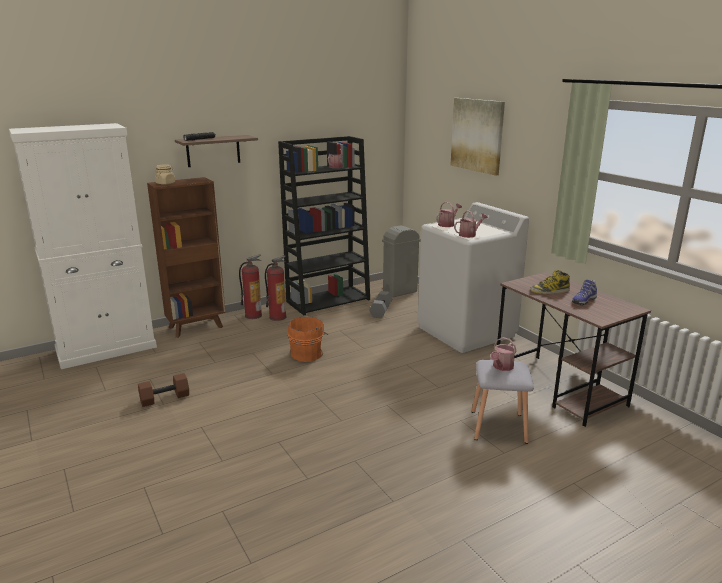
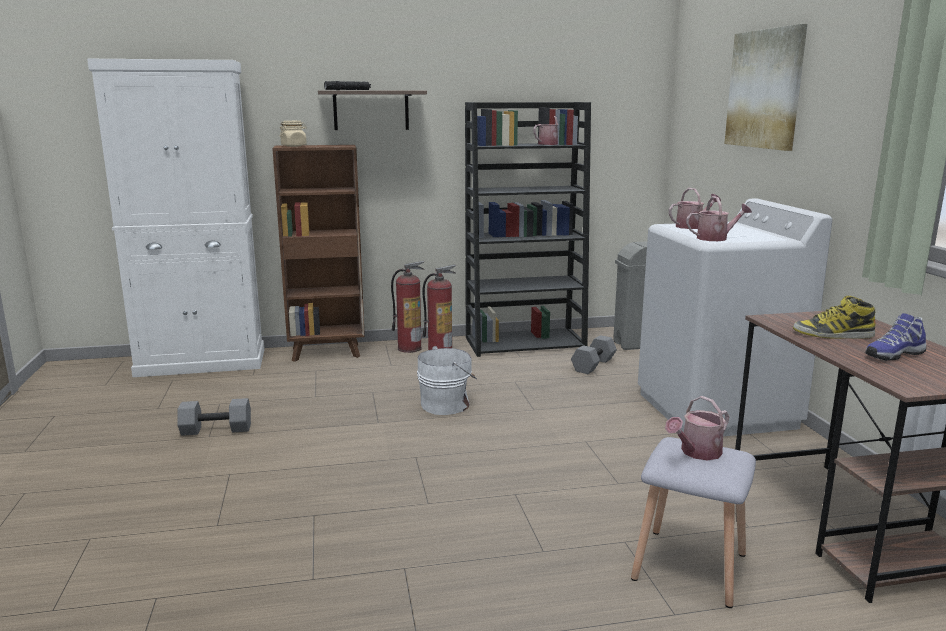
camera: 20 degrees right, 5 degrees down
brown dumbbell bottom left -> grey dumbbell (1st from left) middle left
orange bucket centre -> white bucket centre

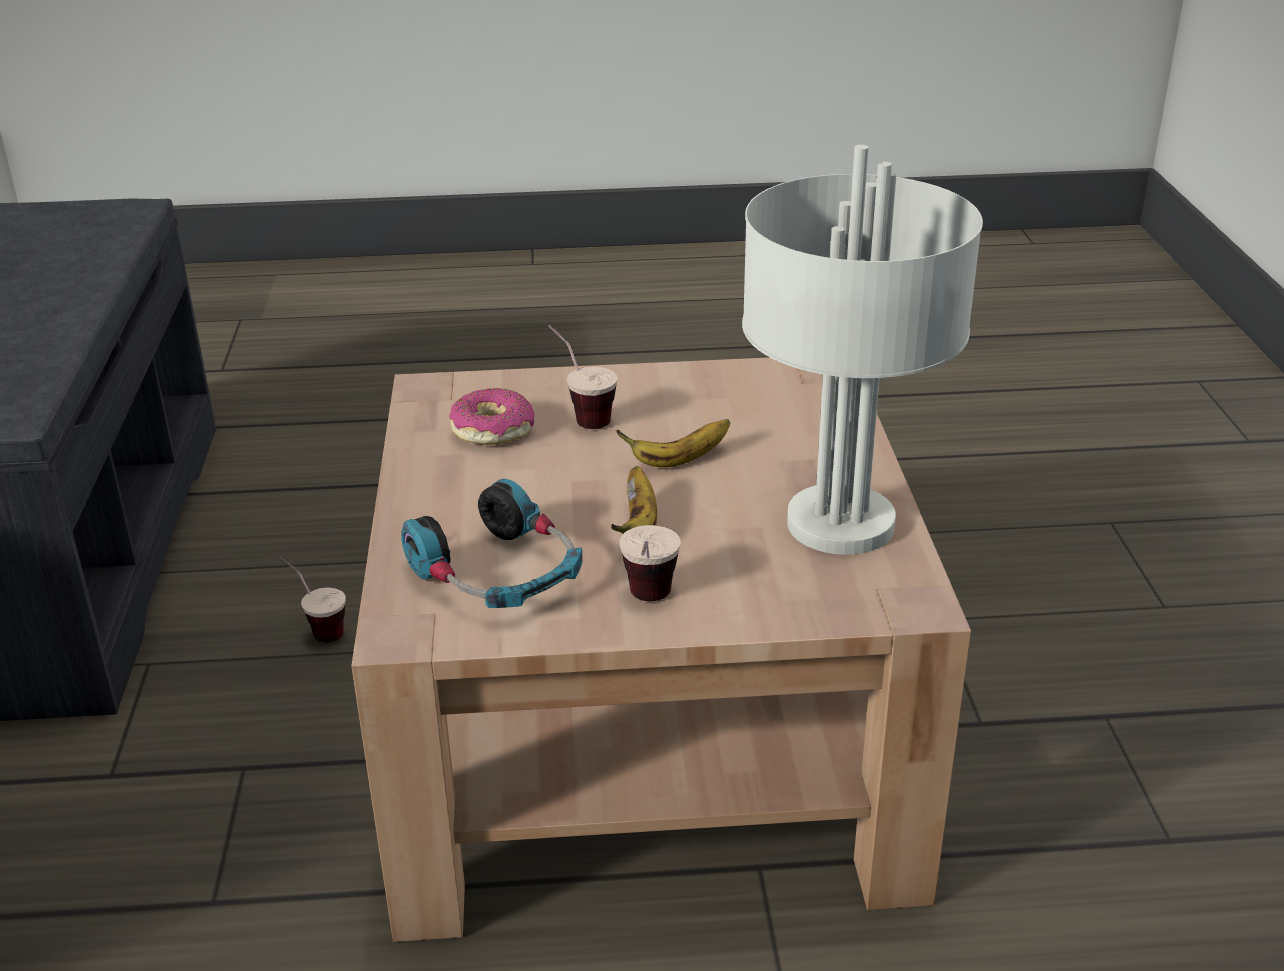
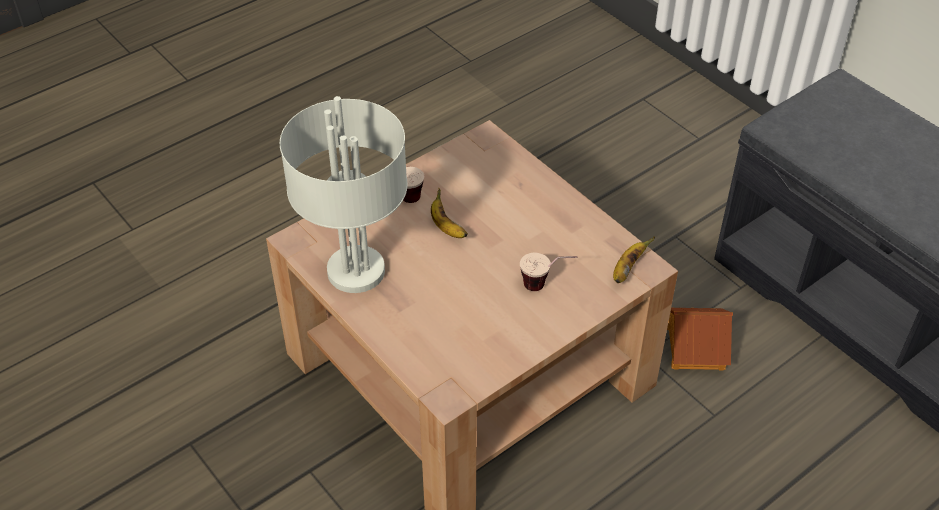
camera: 145 degrees right, 15 degrees up
cup (1st from left) middle left -> toy house middle right
headphones centre -> none
donut centre -> none
banana (2nd from left) centre -> banana (2nd from left) middle right, move

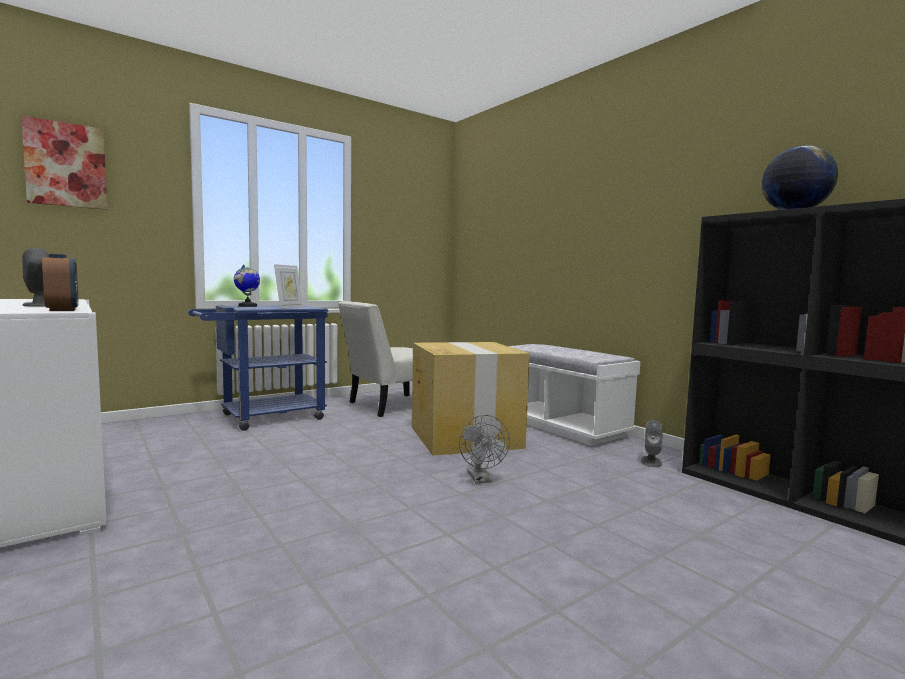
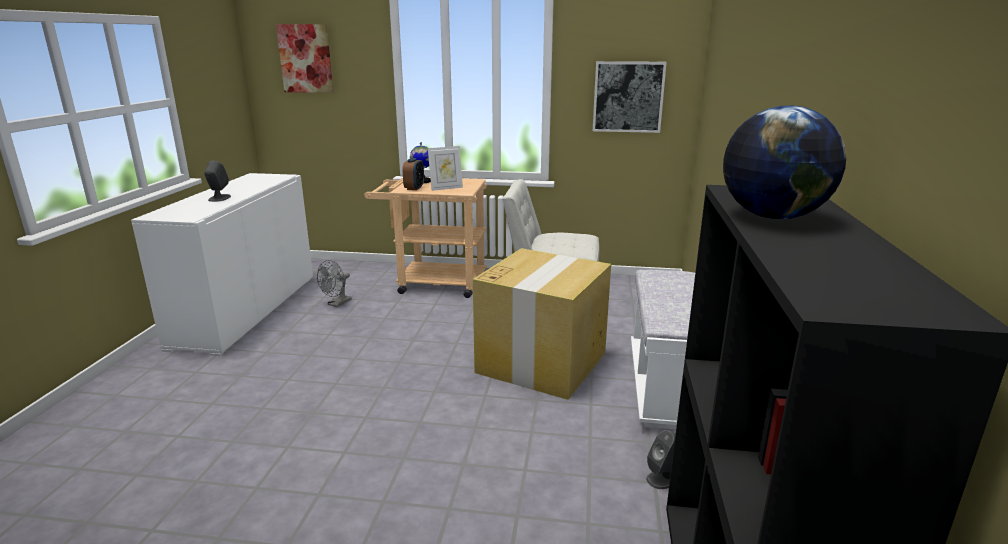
camera: 45 degrees right, 15 degrees up
alarm clock middle left -> alarm clock top centre, move
blue cart middle left -> beige cart centre
grey fan centre -> grey fan middle left, move
none -> picture (2nd from left) top centre

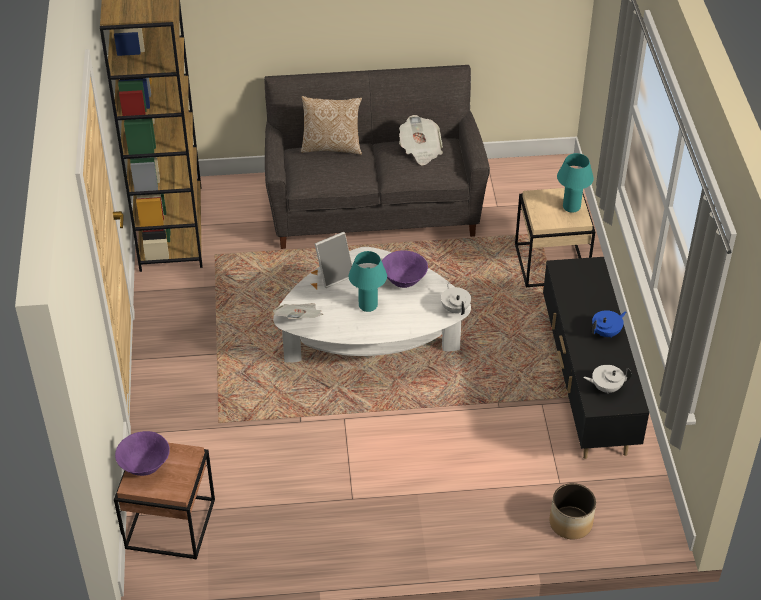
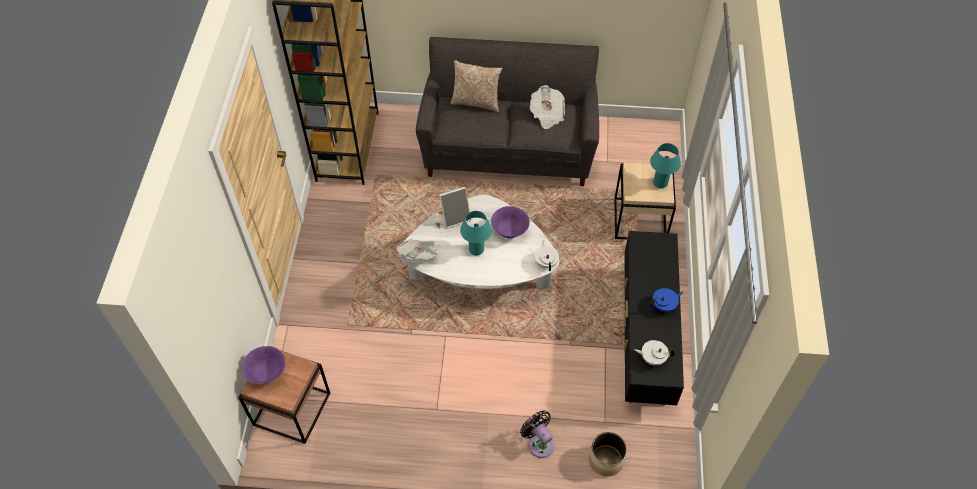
camera: 10 degrees right, 10 degrees up
none -> black fan bottom centre

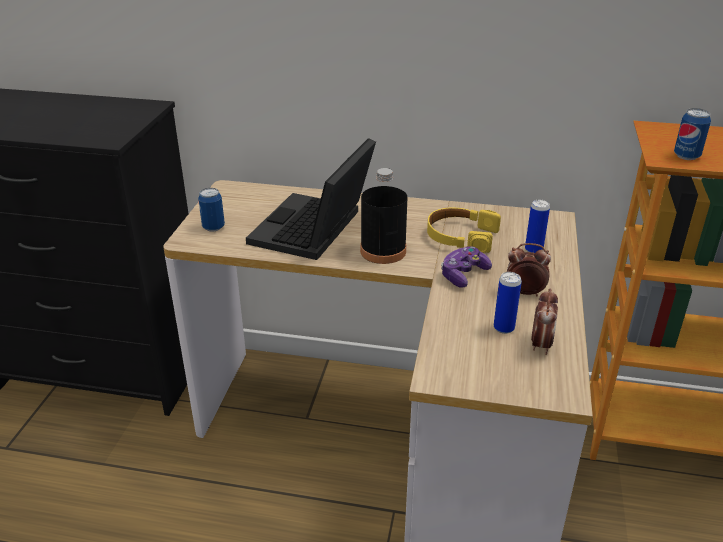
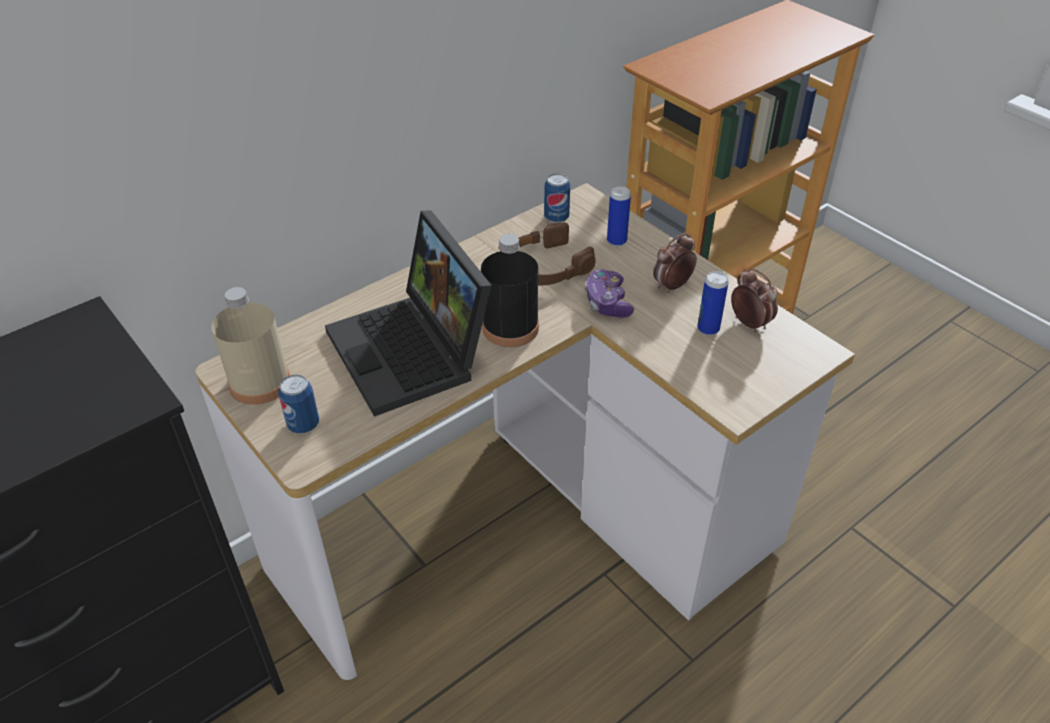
camera: 50 degrees left, 10 degrees up
yellow headphones centre -> brown headphones centre
can (4th from left in the first image) top right -> can (2nd from left) top centre, move
none -> beige bottle middle left

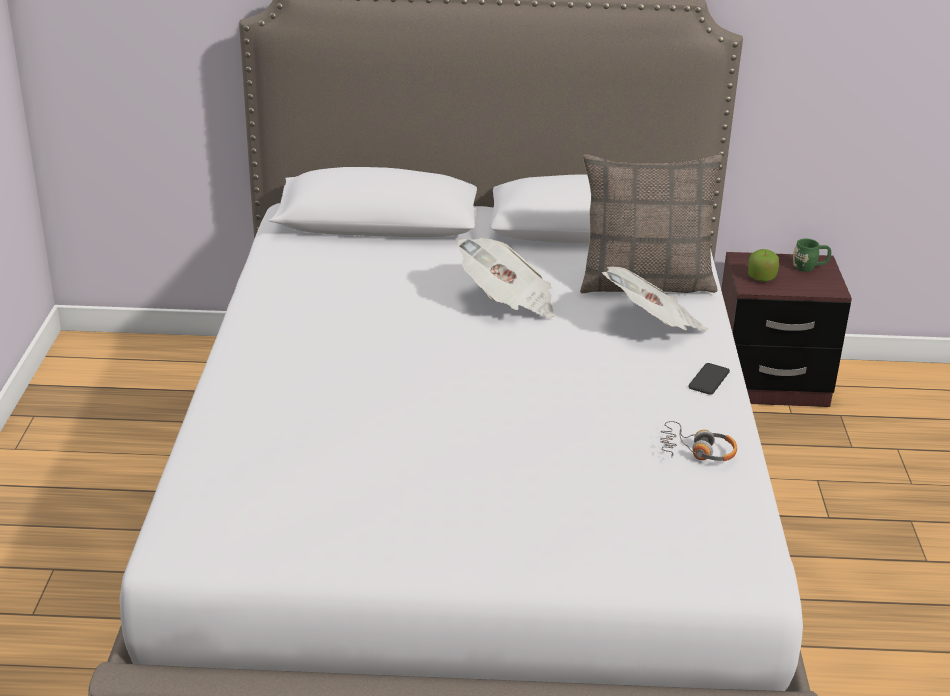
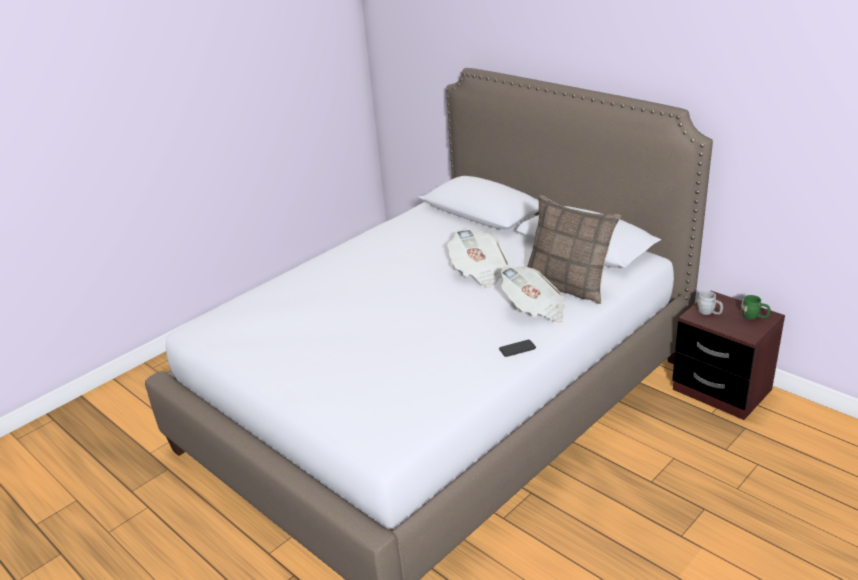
camera: 45 degrees right, 0 degrees up
headphones middle right -> none
apple middle right -> grey mug middle right

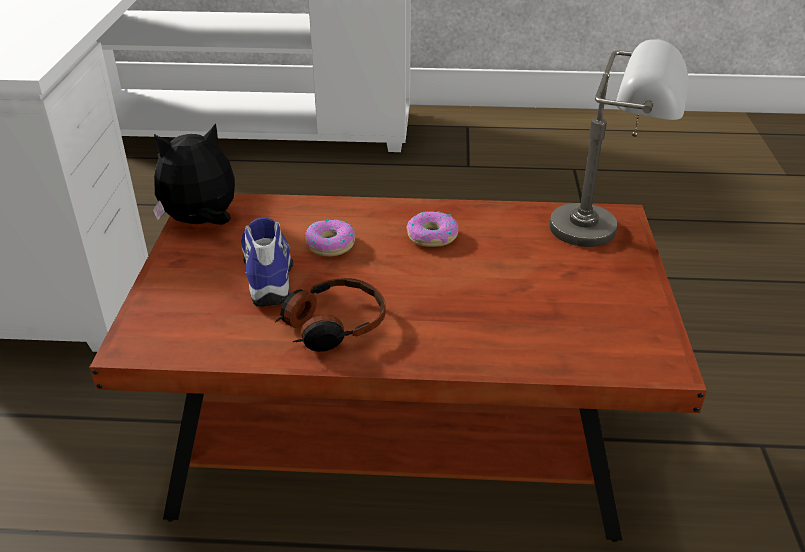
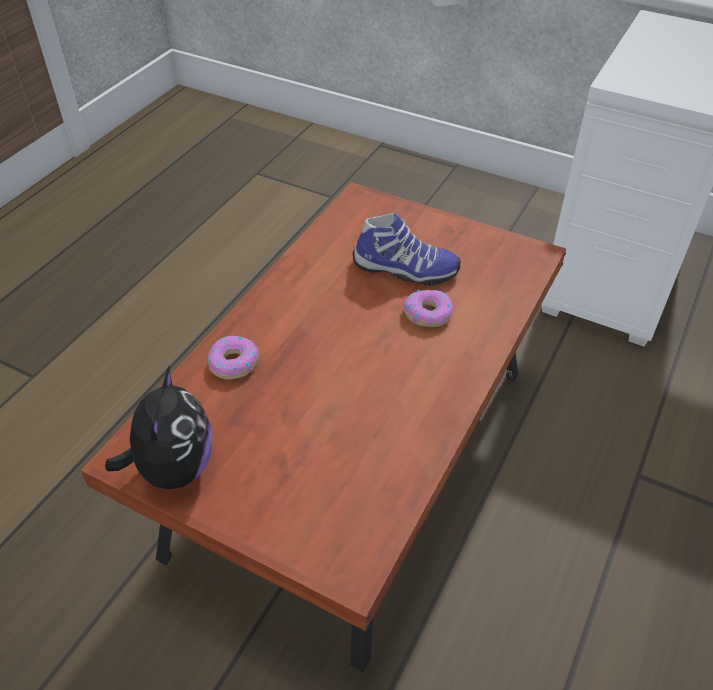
camera: 115 degrees right, 10 degrees up
plush toy top left -> plush toy middle left, move
headphones centre -> none
donut (2nd from left in the first image) centre -> donut (1st from left) middle left, move
grey table lamp top right -> none

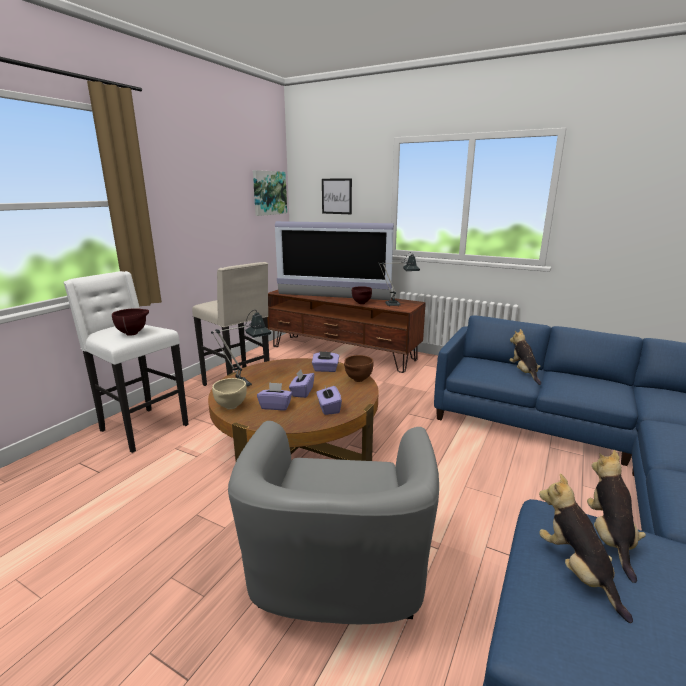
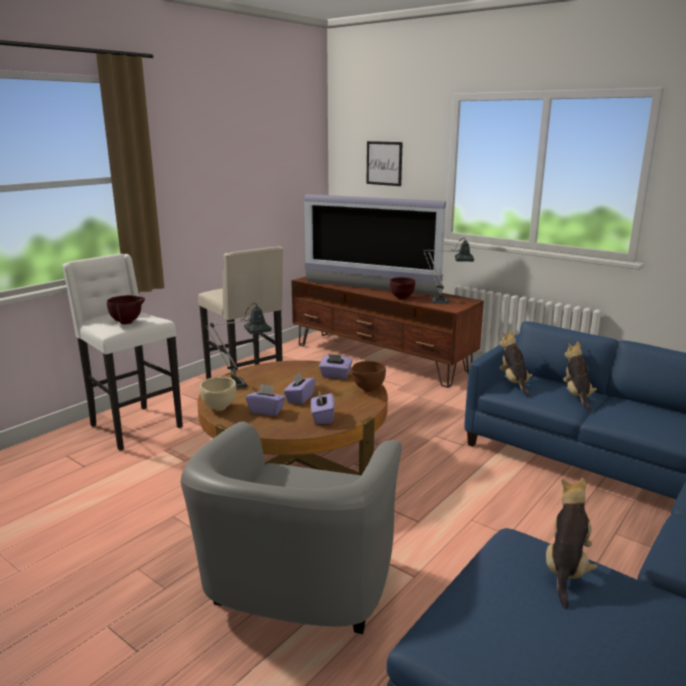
camera: 10 degrees right, 0 degrees up
picture (1st from left) top centre -> none
plush toy (2nd from left in the first image) bottom right -> plush toy (1st from left) middle right, move

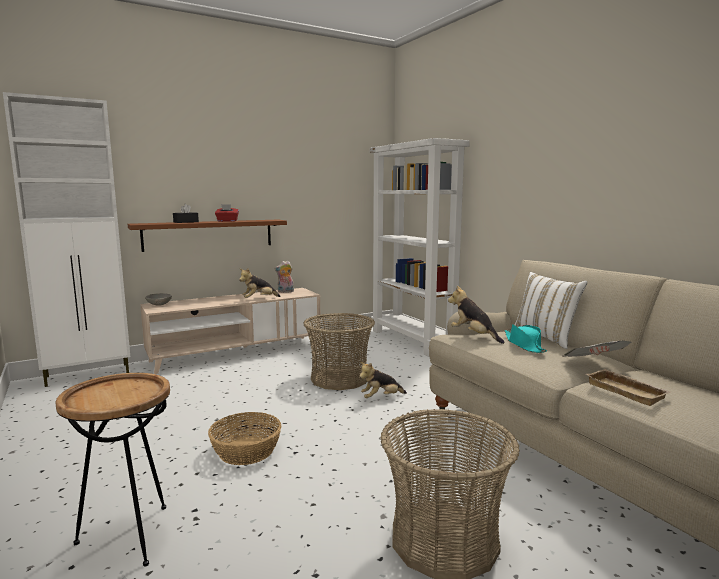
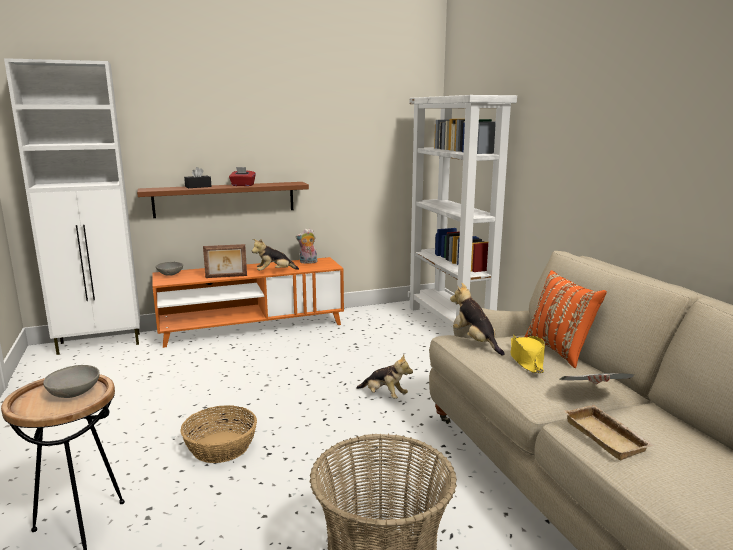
camera: 10 degrees right, 5 degrees up
beige tv stand middle left -> orange tv stand centre
basket (2nd from left) centre -> none
plush toy (3rd from left) centre -> plush toy (3rd from left) bottom centre, 135 degrees counterclockwise
turquoise hat middle right -> yellow hat middle right
white pillow middle right -> orange pillow middle right
none -> grey bowl (1st from left) bottom left
none -> picture frame middle left

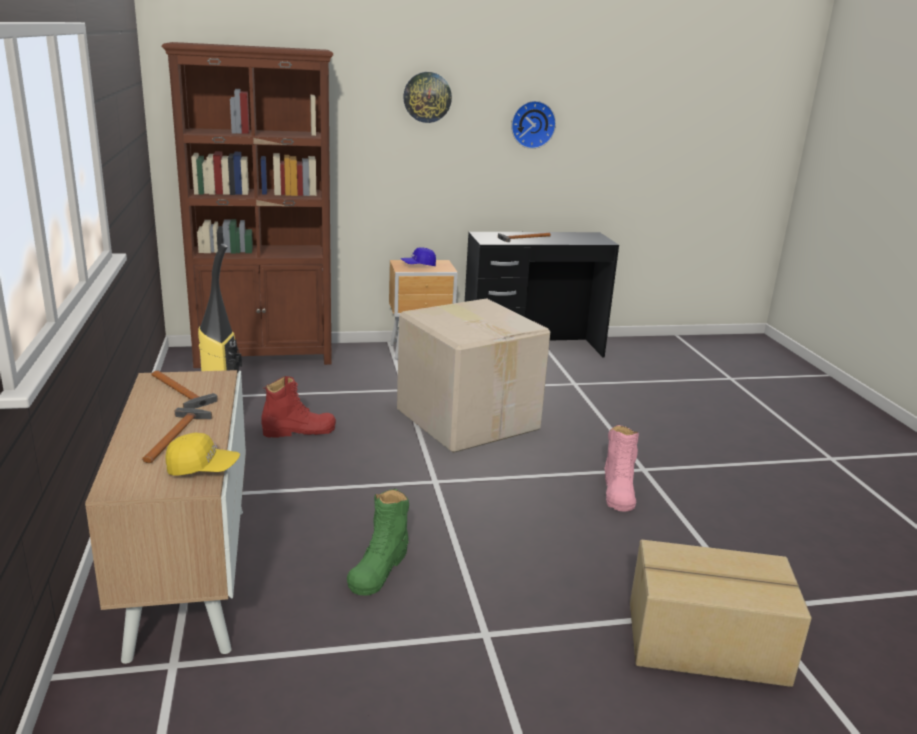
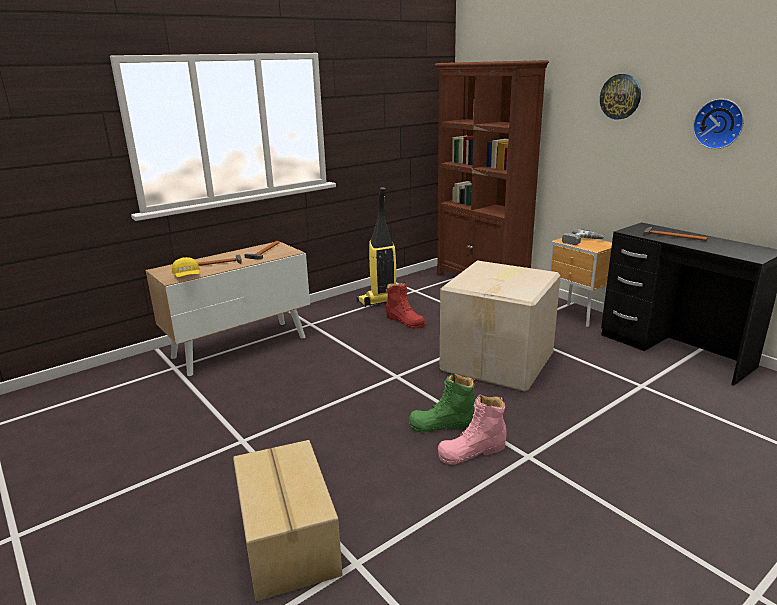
camera: 65 degrees right, 0 degrees up
green boot bottom centre -> green boot centre, move
blue cap centre -> power drill middle right

